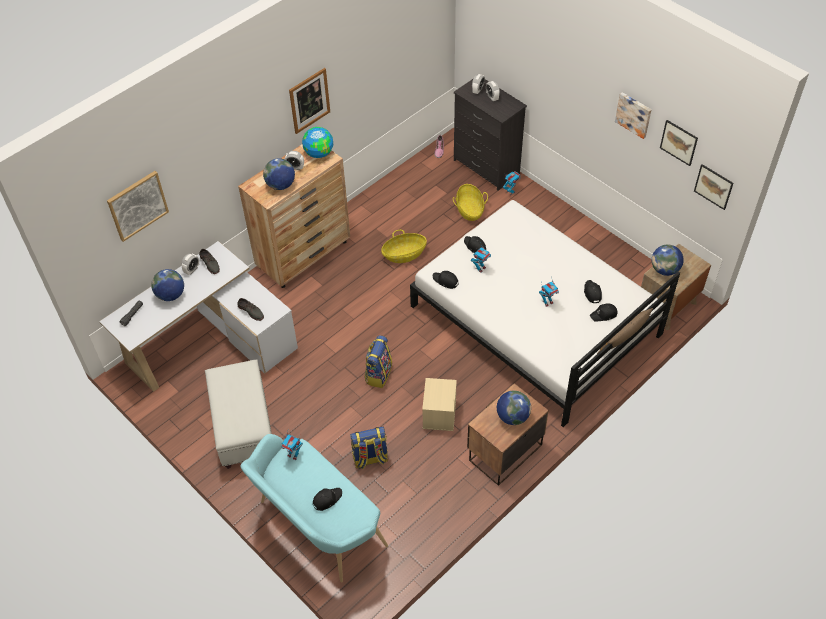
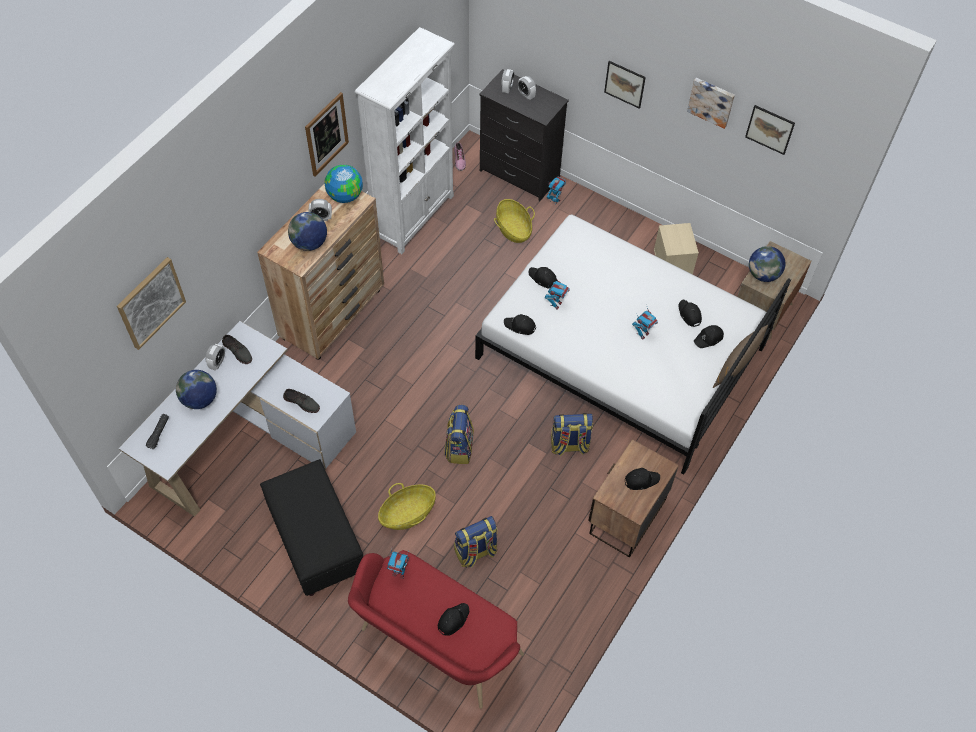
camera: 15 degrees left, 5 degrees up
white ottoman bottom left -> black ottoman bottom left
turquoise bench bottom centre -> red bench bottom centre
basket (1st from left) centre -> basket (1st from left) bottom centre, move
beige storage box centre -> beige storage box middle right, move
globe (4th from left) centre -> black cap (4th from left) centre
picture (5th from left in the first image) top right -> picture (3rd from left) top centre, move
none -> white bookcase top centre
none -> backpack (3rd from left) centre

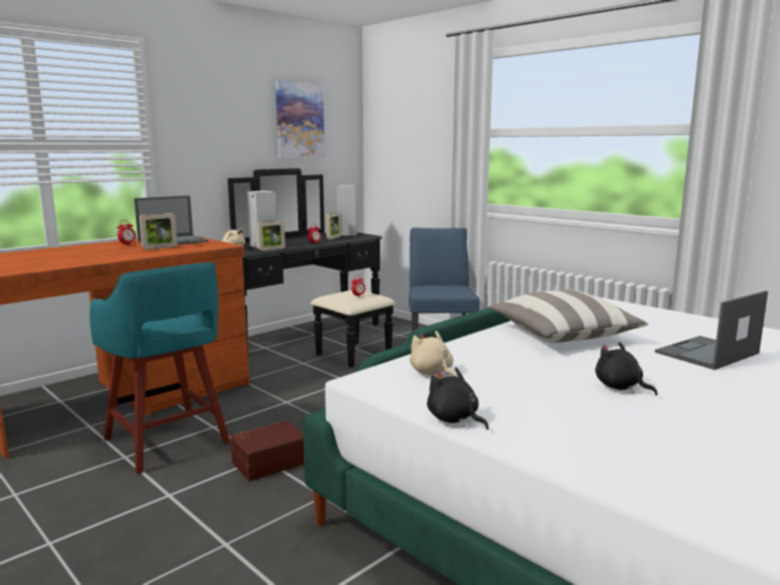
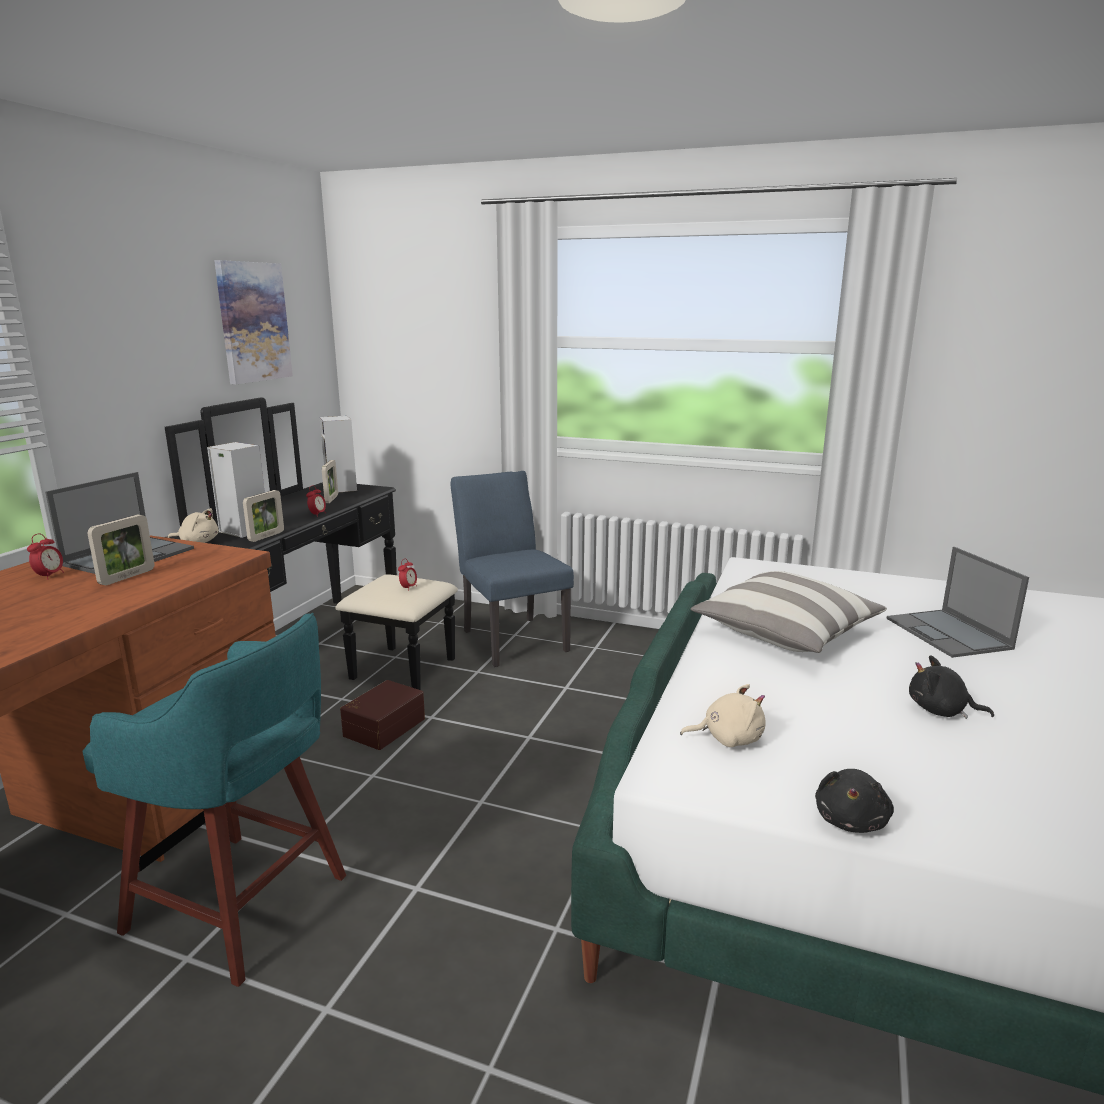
camera: 25 degrees left, 5 degrees up
brown storage box bottom centre -> brown storage box centre, move
beige plush toy (2nd from left) centre, 150 degrees clockwise
black plush toy (1st from left) bottom centre -> black plush toy (1st from left) bottom right, 90 degrees counterclockwise
laptop (2nd from left) middle right, 45 degrees counterclockwise

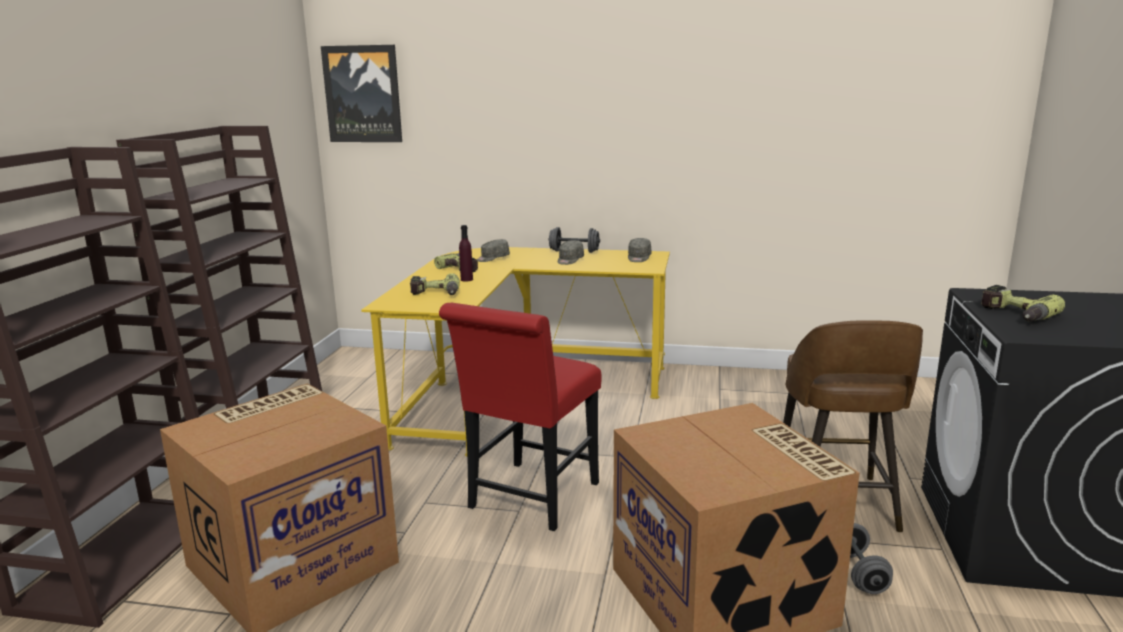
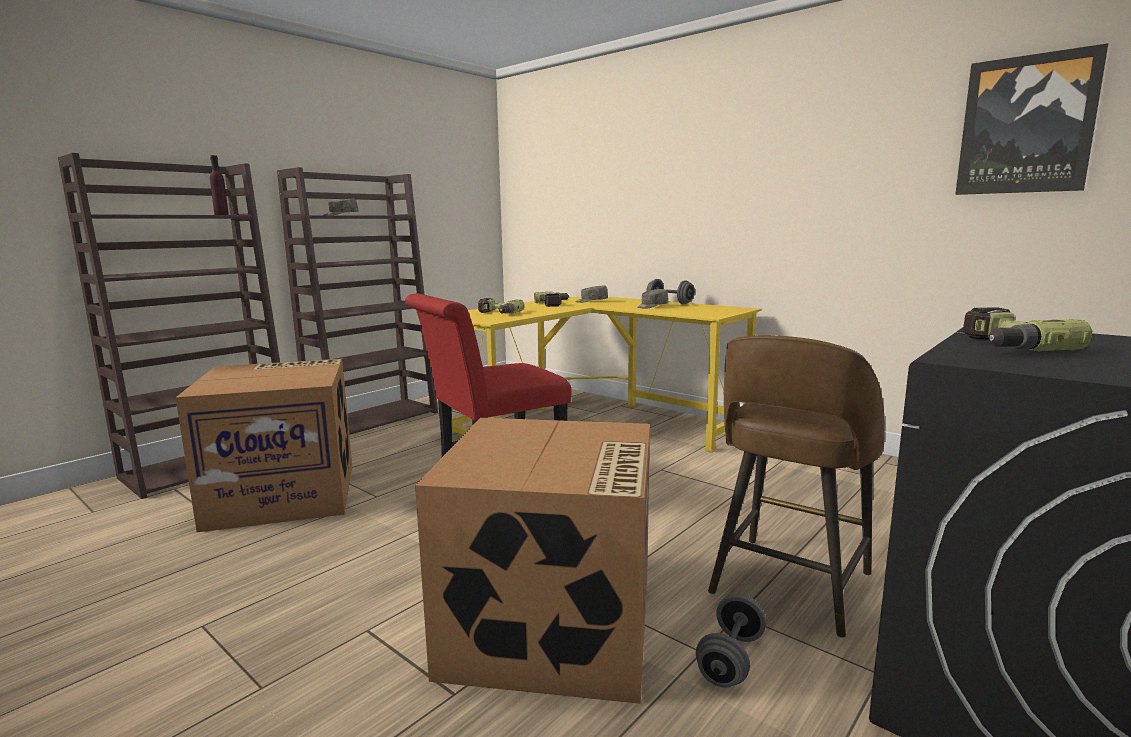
camera: 30 degrees right, 5 degrees down
picture top left -> picture top right, move
purple bottle centre -> purple bottle top left, move
grey cap (3rd from left in the first image) centre -> grey cap (1st from left) top left, move

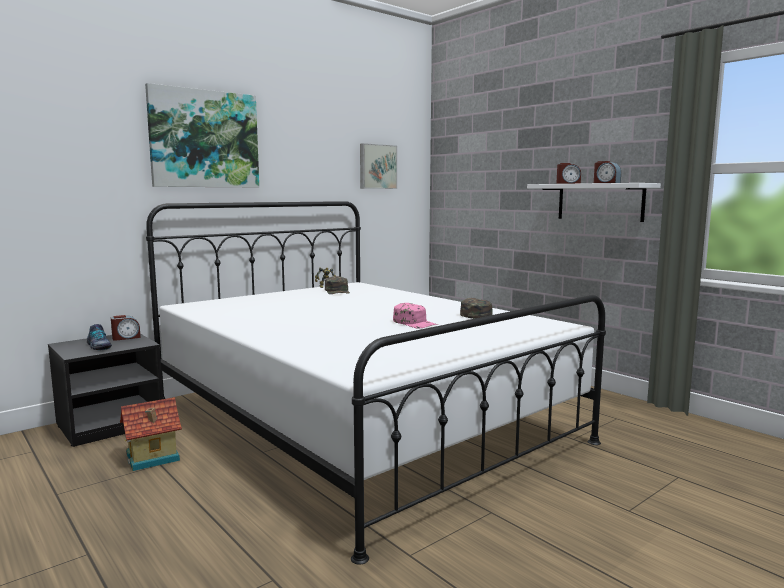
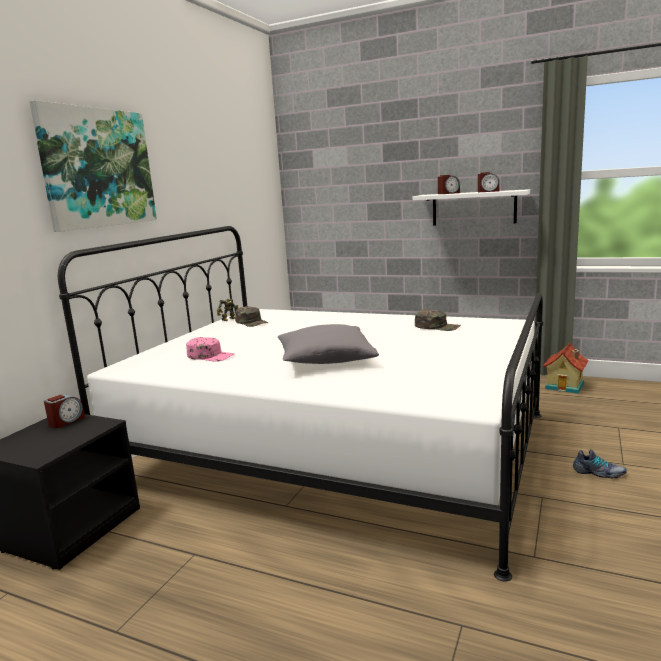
camera: 25 degrees left, 5 degrees up
shoe middle left -> shoe bottom right, move
toy house bottom left -> toy house middle right, move
picture (2nd from left) top centre -> none
pink cap centre -> pink cap middle left, move
none -> grey pillow centre

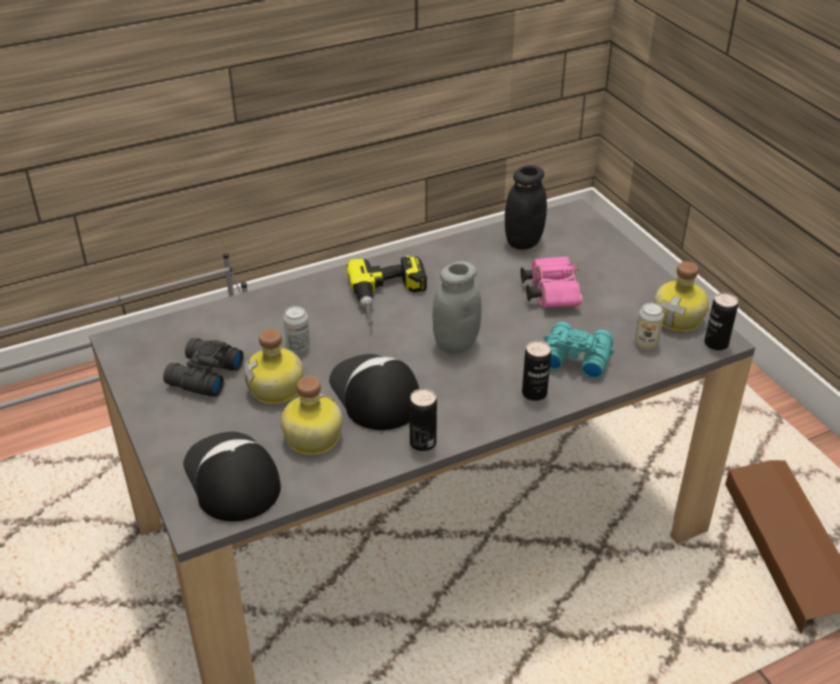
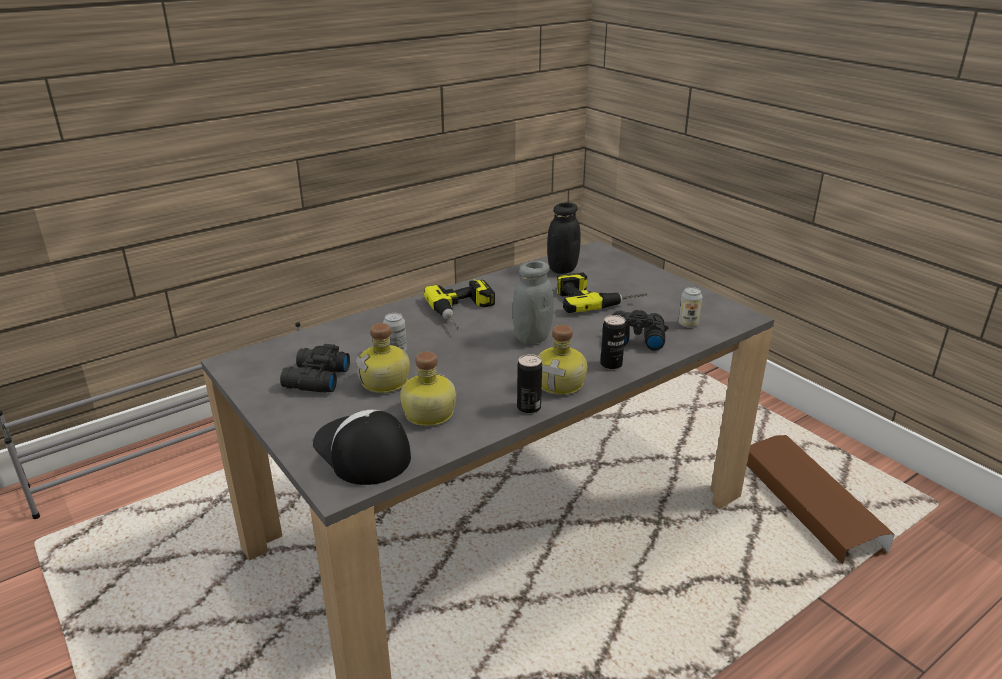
camera: 10 degrees left, 10 degrees down
cap (2nd from left) centre -> none
pink binoculars centre -> power drill (2nd from left) centre
turquoise binoculars middle right -> black binoculars (2nd from left) centre
bottle (3rd from left) middle right -> bottle (3rd from left) centre, move
can (5th from left) middle right -> none

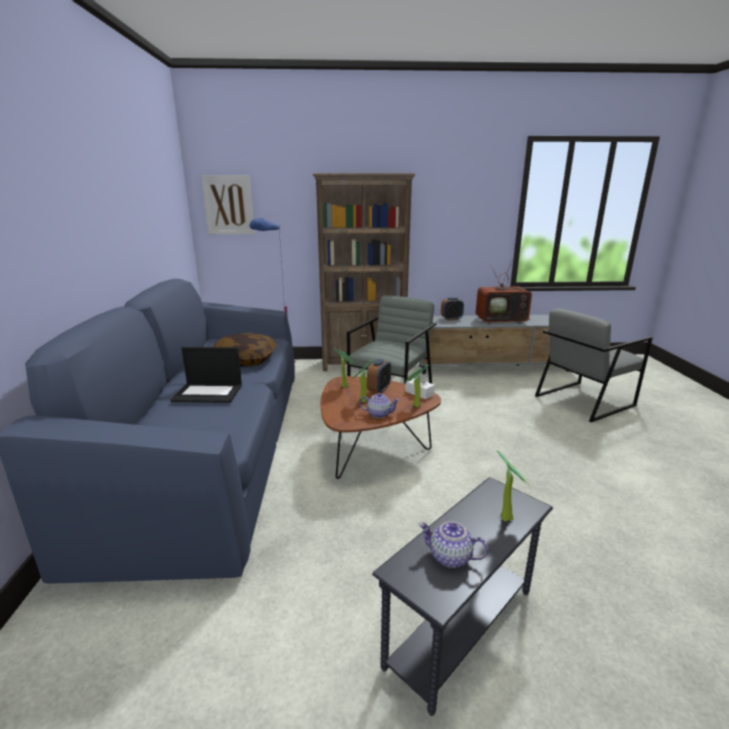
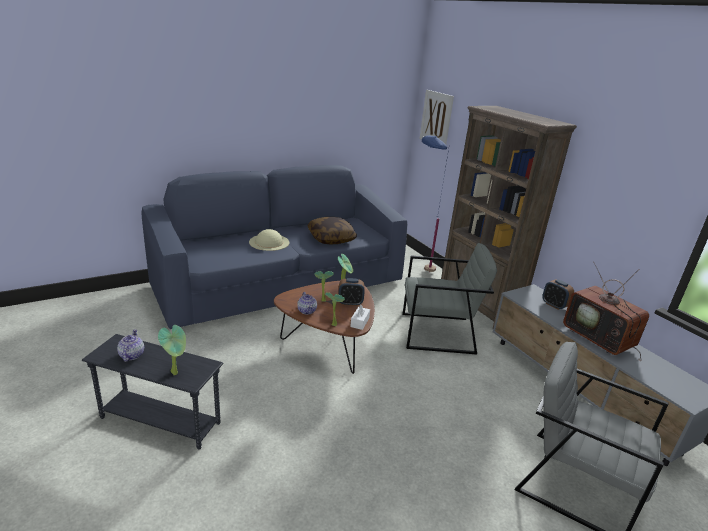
camera: 60 degrees right, 5 degrees up
laptop middle left -> beige hat centre

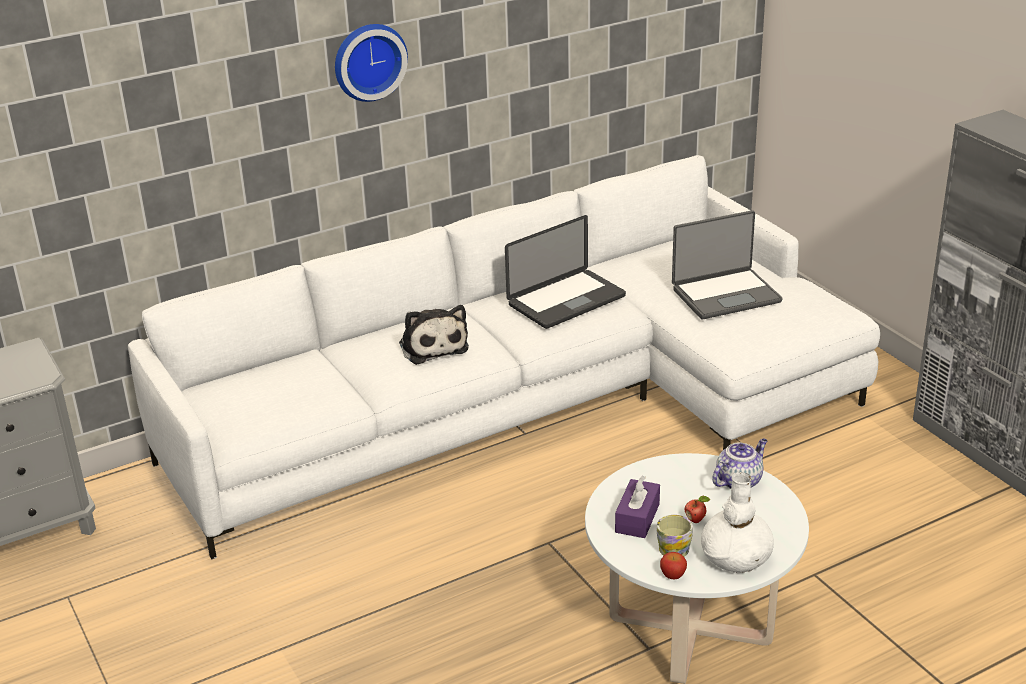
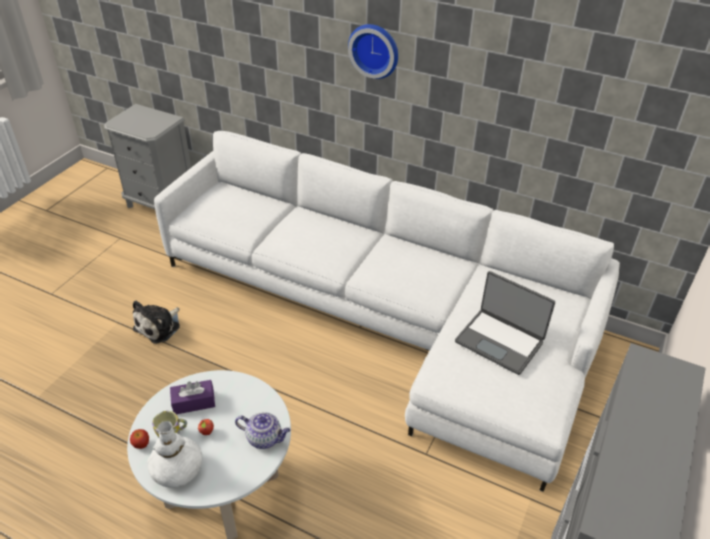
camera: 55 degrees right, 10 degrees up
plush toy centre -> plush toy middle left, move
laptop (1st from left) centre -> none

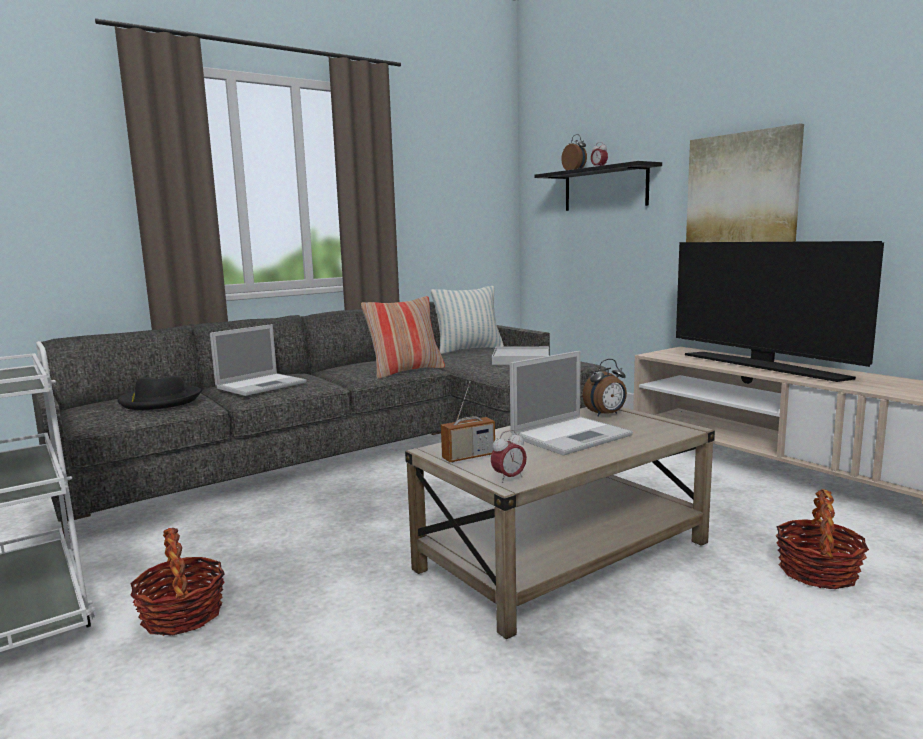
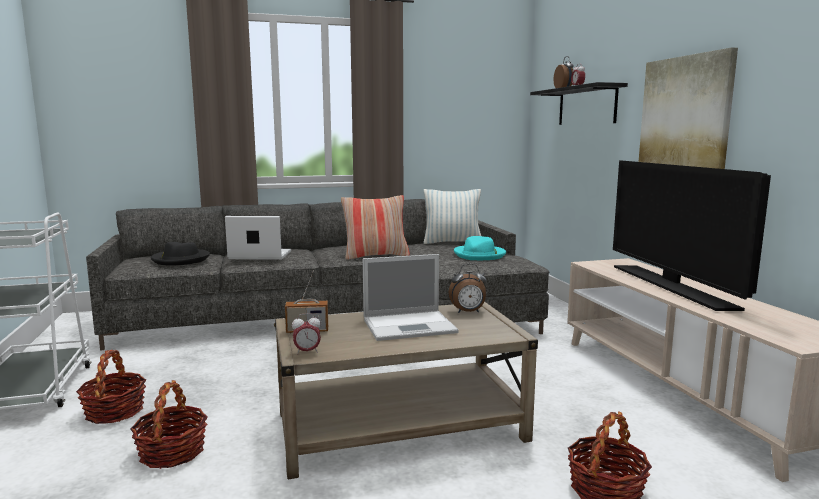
camera: 20 degrees right, 0 degrees up
laptop (1st from left) middle left, 150 degrees counterclockwise
white tray centre -> turquoise hat centre
none -> basket (2nd from left) bottom left

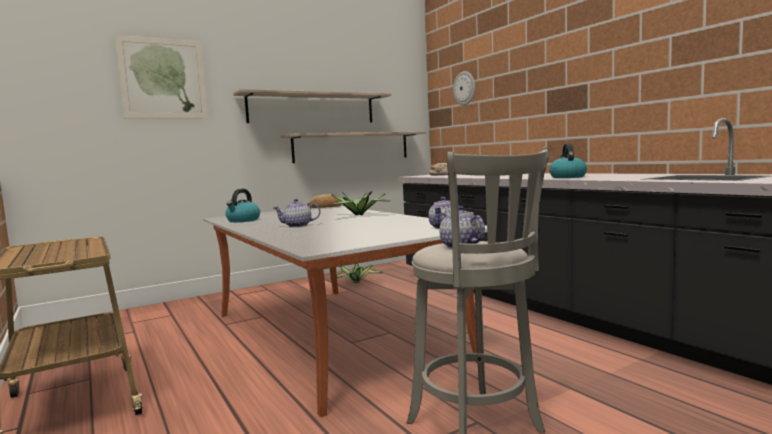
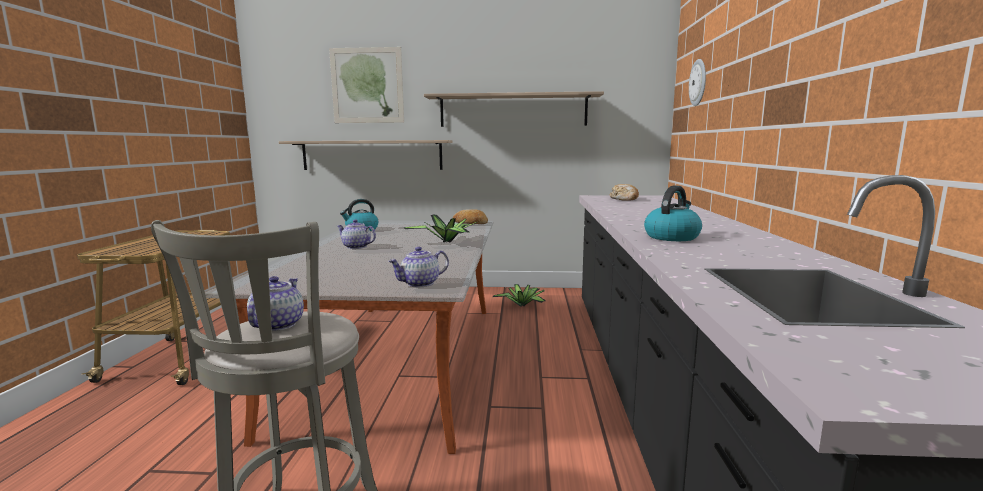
camera: 35 degrees right, 5 degrees up
shelf (2nd from left in the first image) centre -> shelf (1st from left) top centre, move

